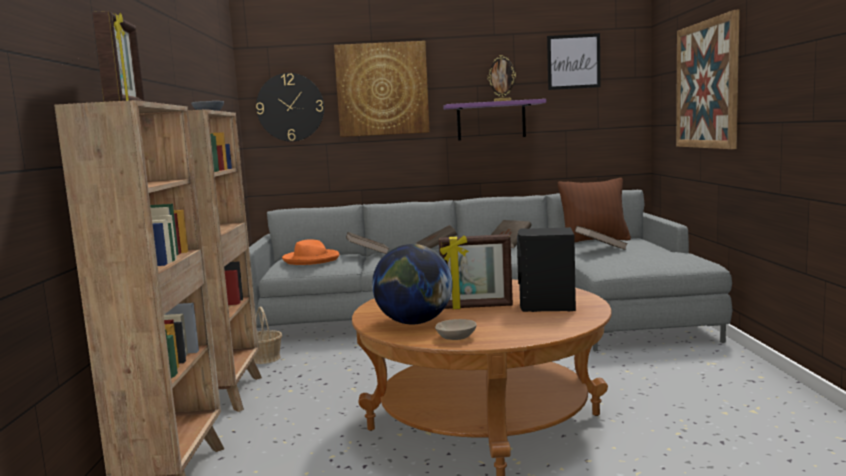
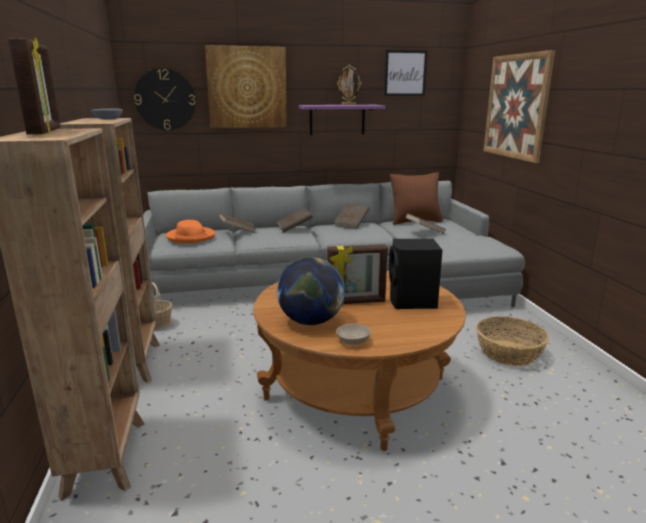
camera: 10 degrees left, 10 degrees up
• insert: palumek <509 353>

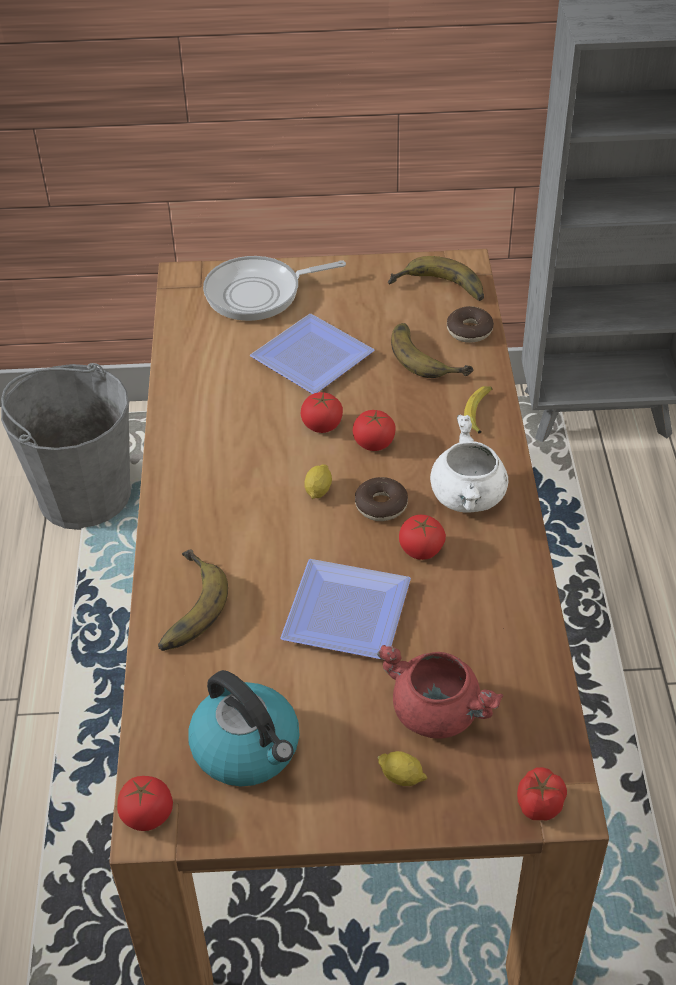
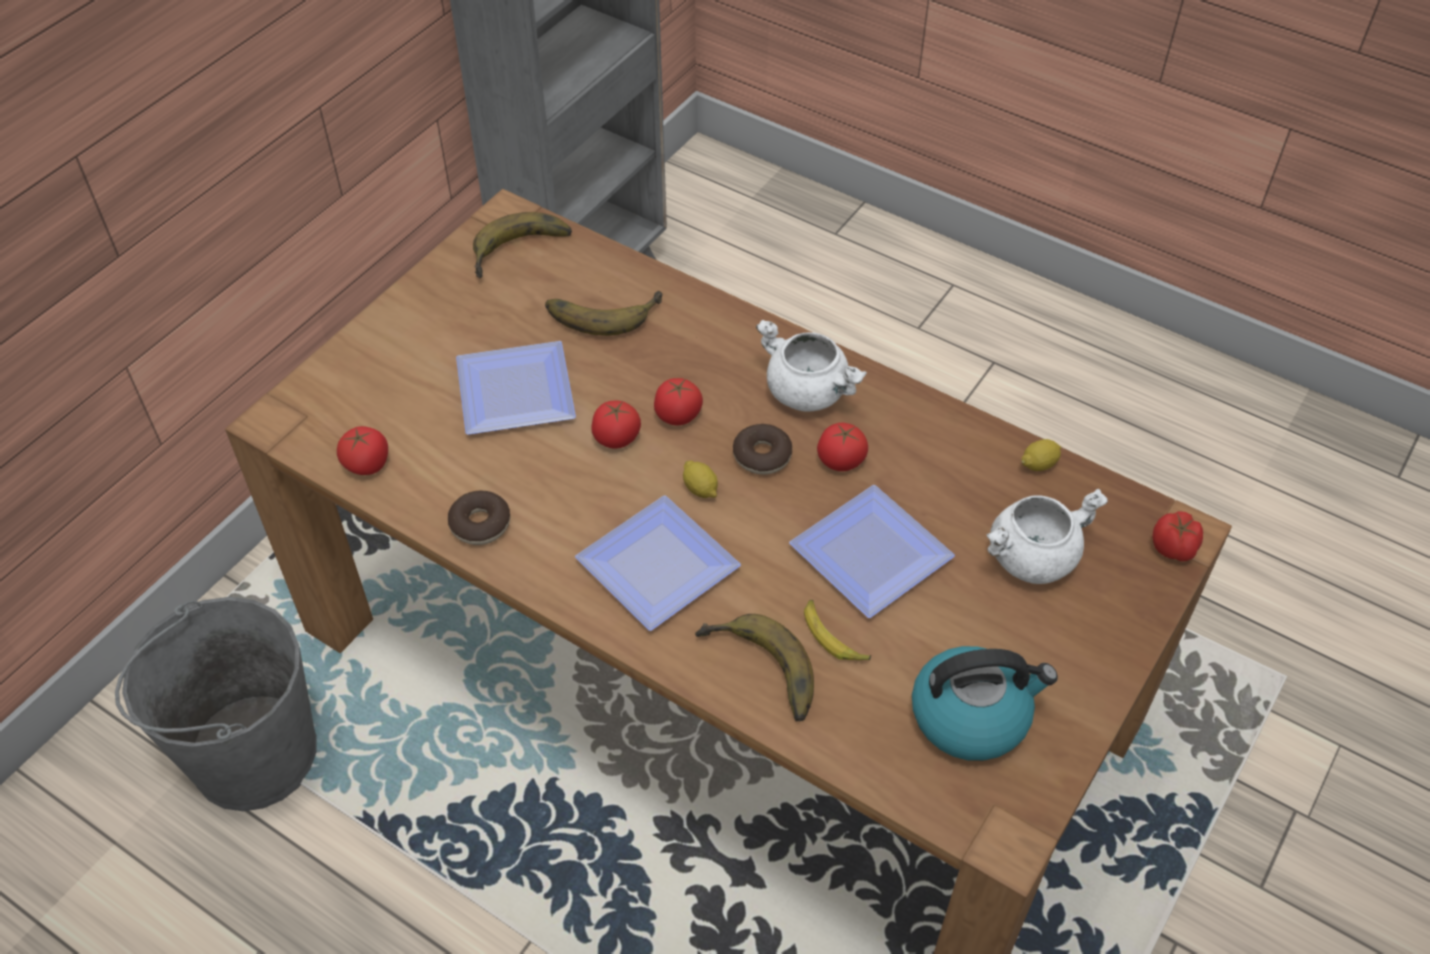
camera: 55 degrees left, 5 degrees up
• move: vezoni <147 814> to <367 464>
• move: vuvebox <469 331> to <480 524>
• insert: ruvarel <658 561>
• move: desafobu <479 412> to <833 636>
• recolor: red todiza <438 712> to white todiza <1032 556>
• move: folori <401 777> to <1039 464>
• delete: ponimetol <259 293>

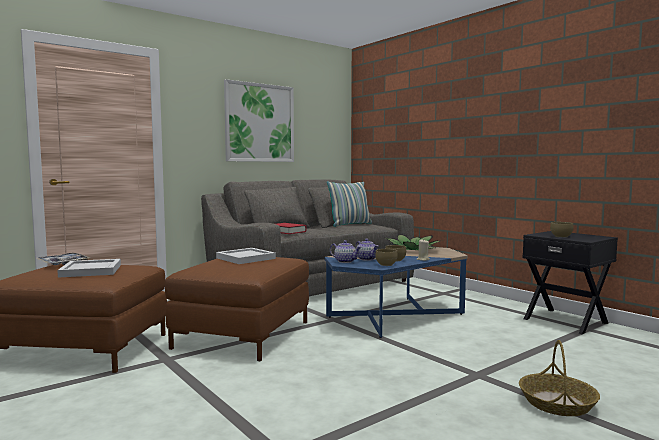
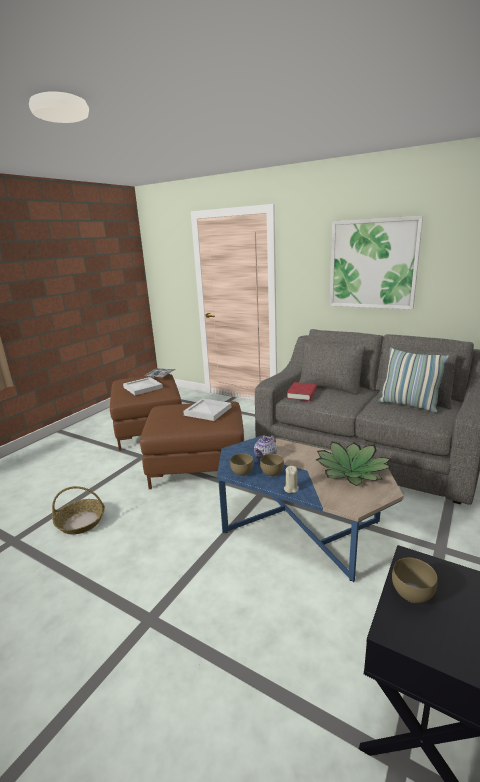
camera: 70 degrees right, 15 degrees up
• move: palumek <557 403> to <81 522>
• delete: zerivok <345 261>

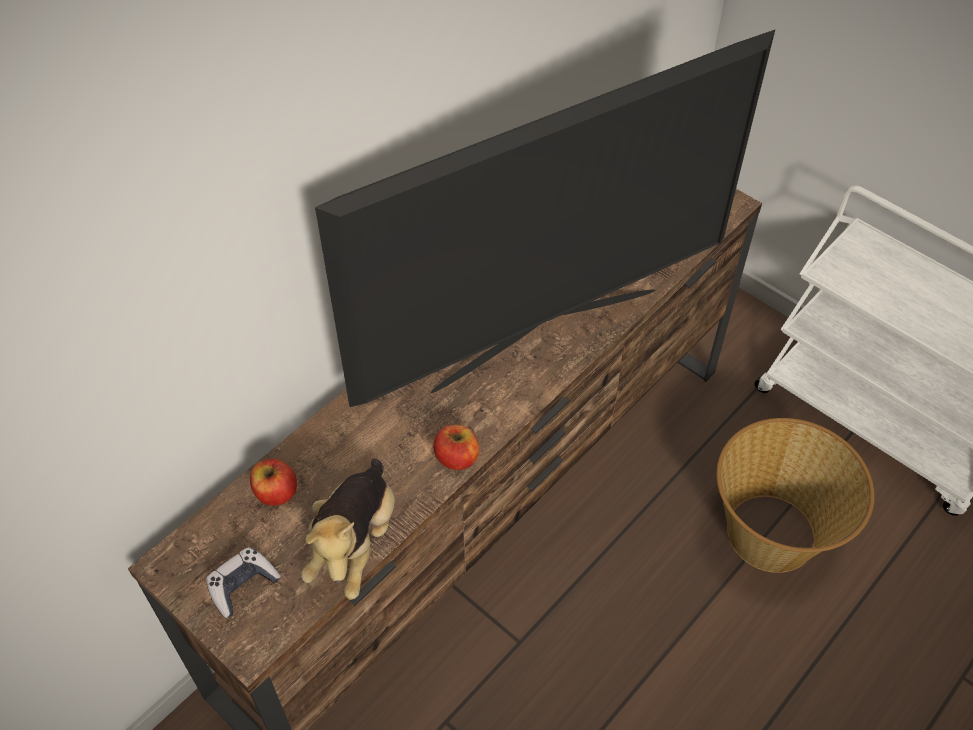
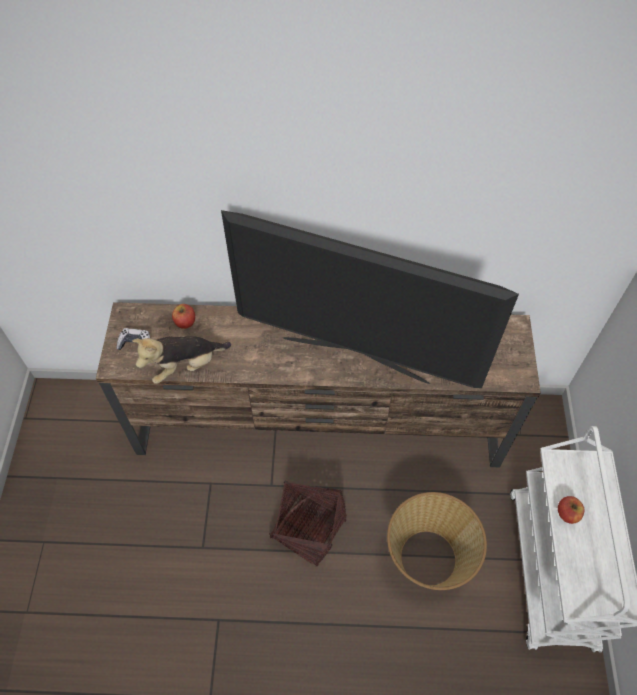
camera: 50 degrees right, 5 degrees up
• insert: palumek <308 529>
• move: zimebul <457 458> to <567 513>

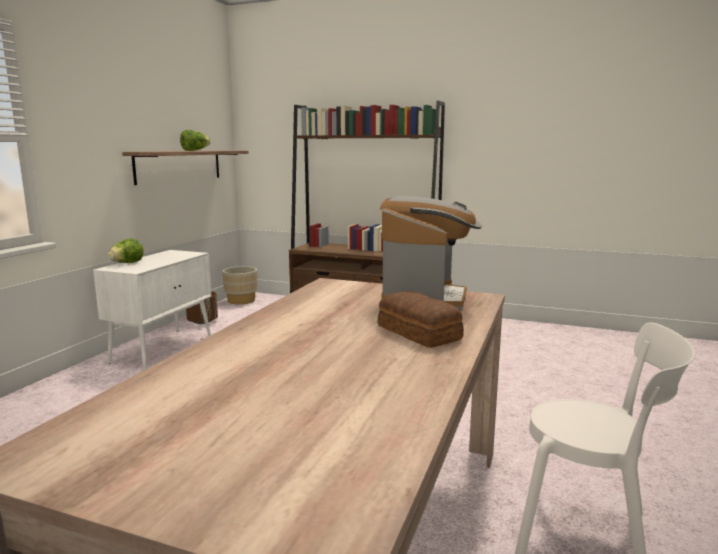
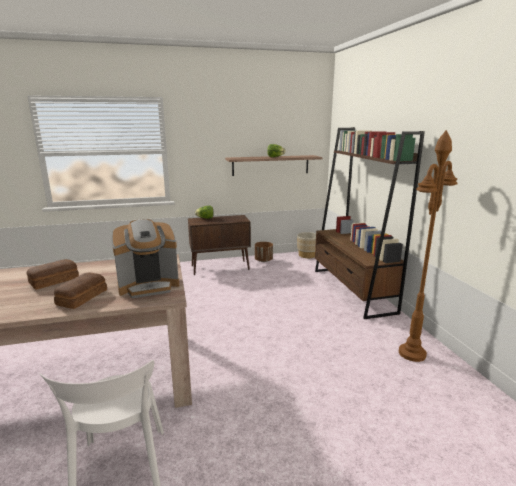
camera: 55 degrees right, 5 degrees up
• insert: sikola <53 280>
• recolor: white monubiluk <163 348> to brown monubiluk <220 267>
• insert: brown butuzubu <412 353>

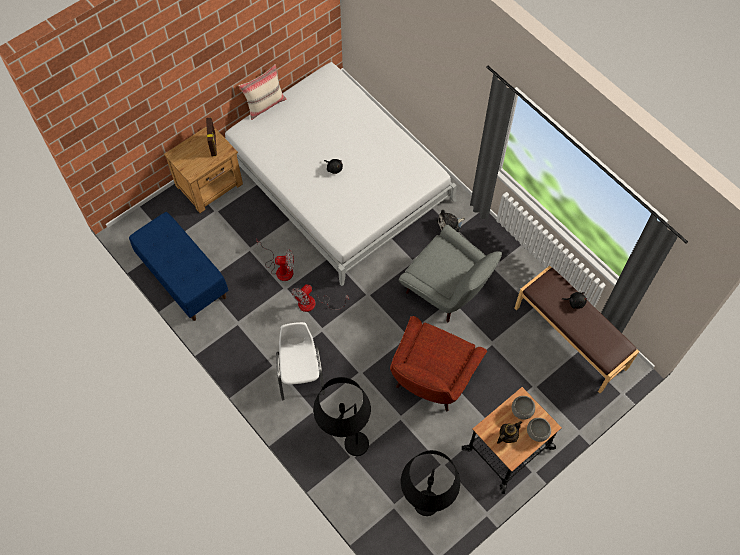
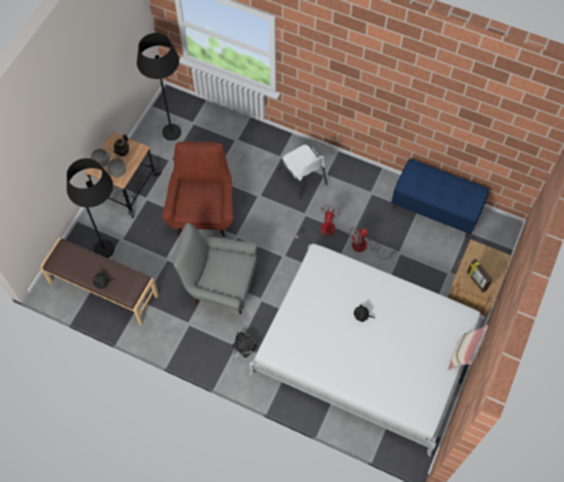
camera: 155 degrees right, 0 degrees up
• move: black butuzubu <345 452> to <110 240>

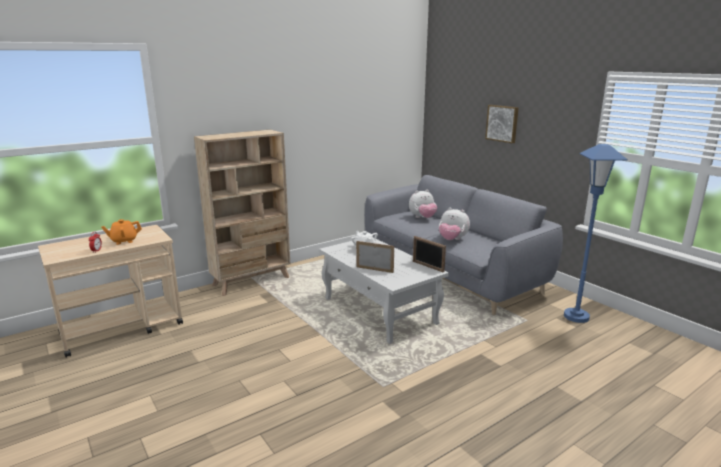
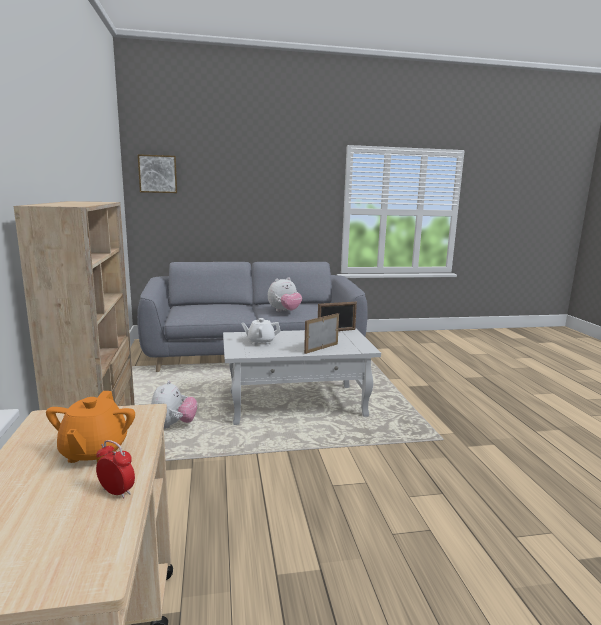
camera: 65 degrees left, 5 degrees down
• move: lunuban <502 123> to <158 174>
• move: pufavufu <422 218> to <173 425>
• delete: blue butuzubu <576 316>

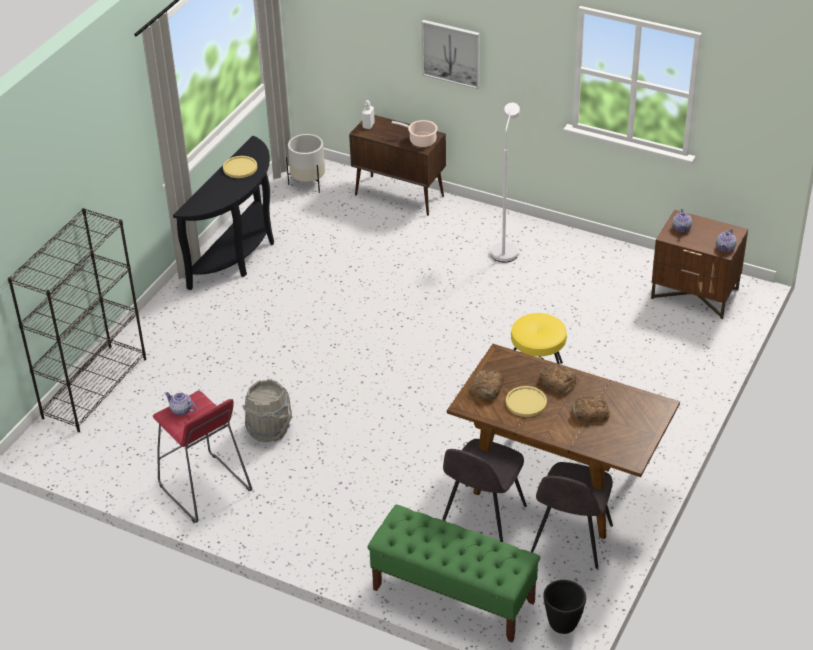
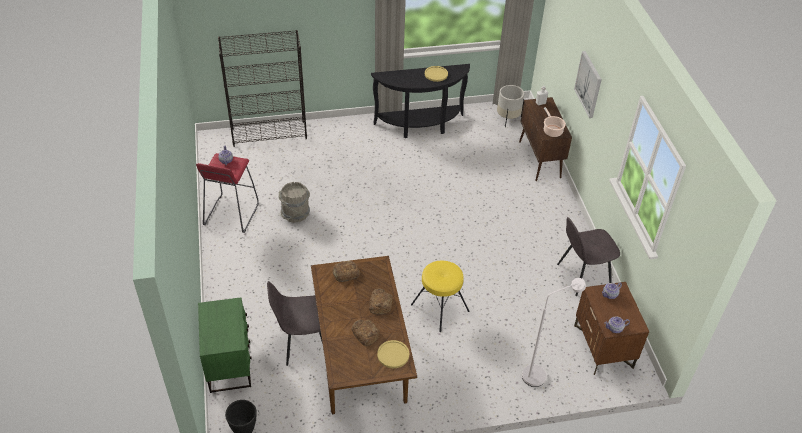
camera: 50 degrees right, 5 degrees up
• replace: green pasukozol <453 595> to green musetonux <229 363>
• move: yellow ruvarel <526 402> to <393 354>
• move: white butuzubu <505 248> to <539 374>
• move: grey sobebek <571 540> to <582 276>

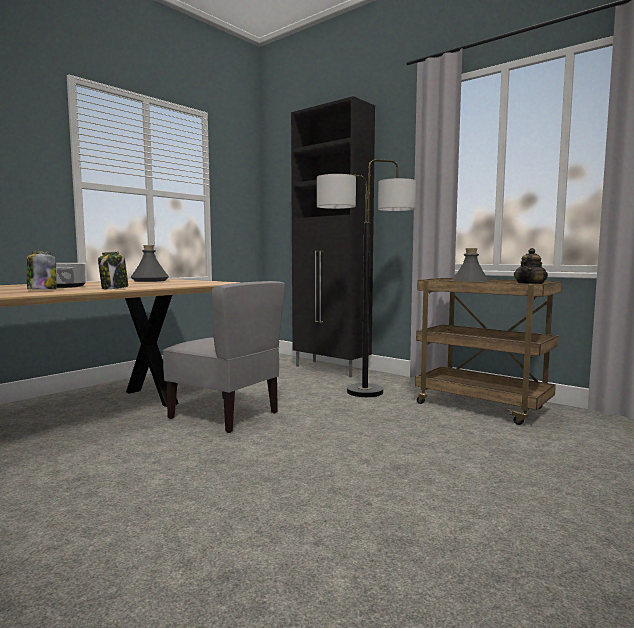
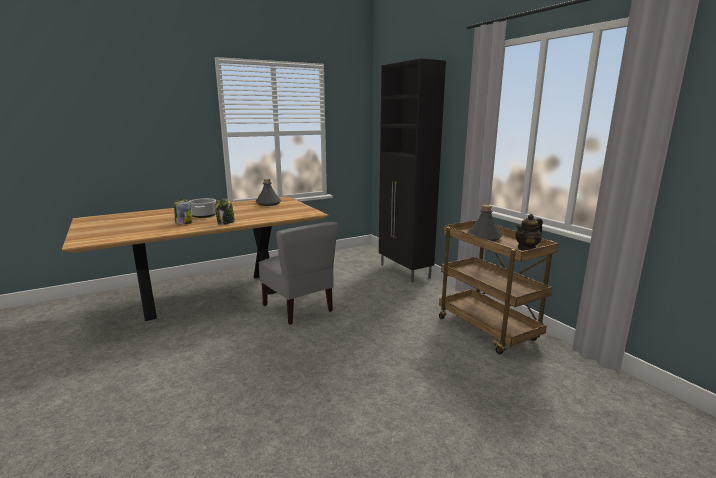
camera: 20 degrees right, 10 degrees up
• delete: butuzubu <364 392>

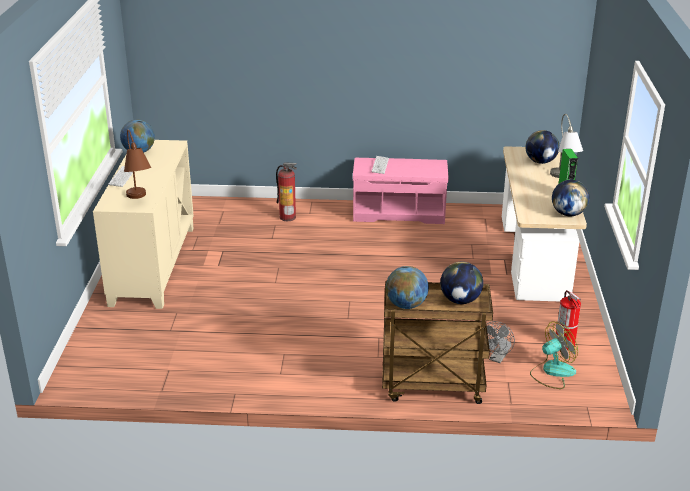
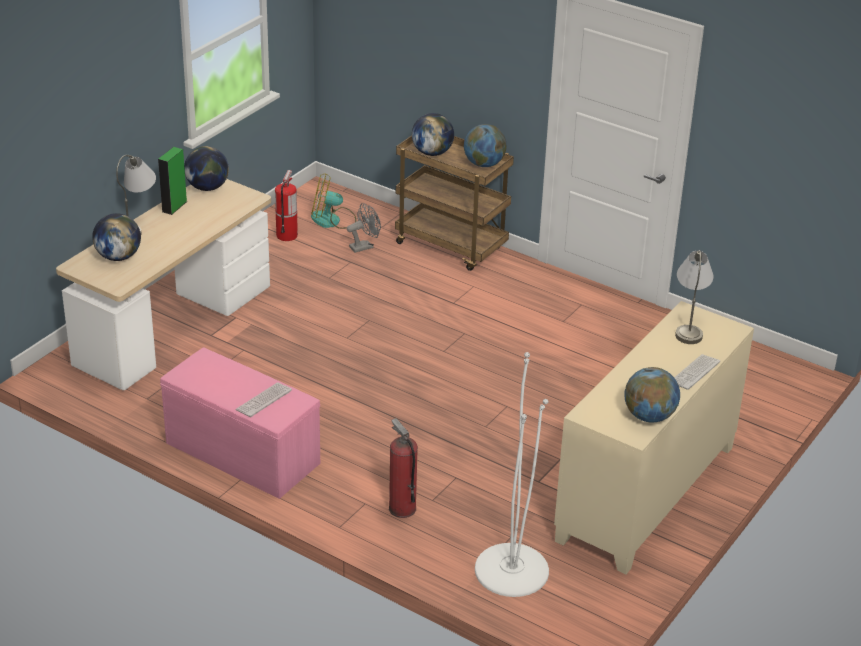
camera: 150 degrees left, 5 degrees up
• insert: white butuzubu <511 570>
• recolor: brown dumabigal <139 200> to grey dumabigal <689 325>

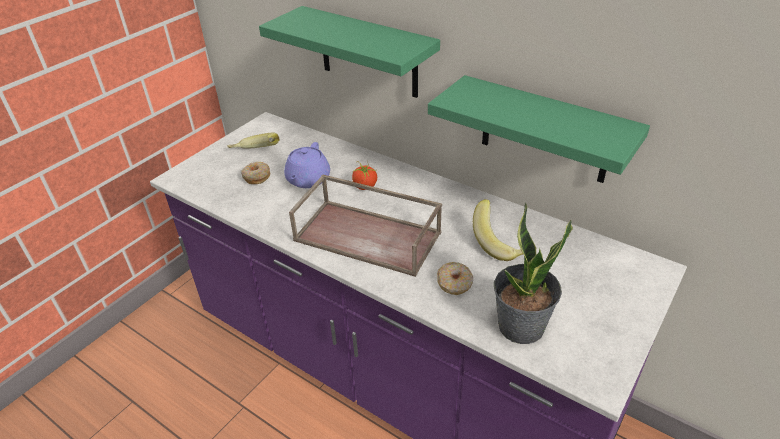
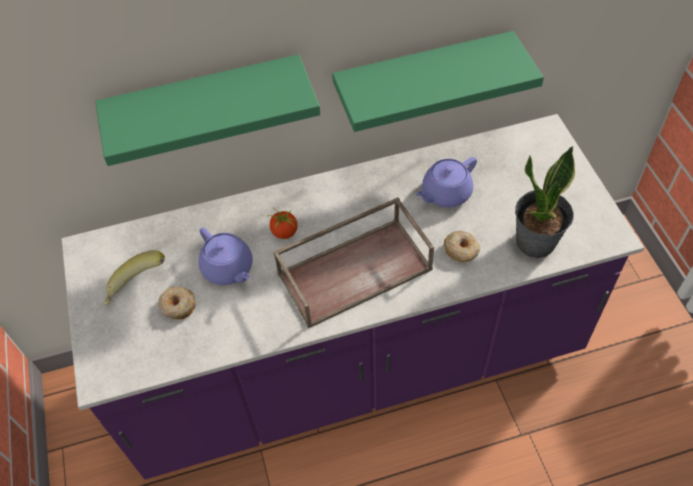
camera: 50 degrees left, 15 degrees up
• replace: desafobu <500 244> to purple zerivok <445 193>

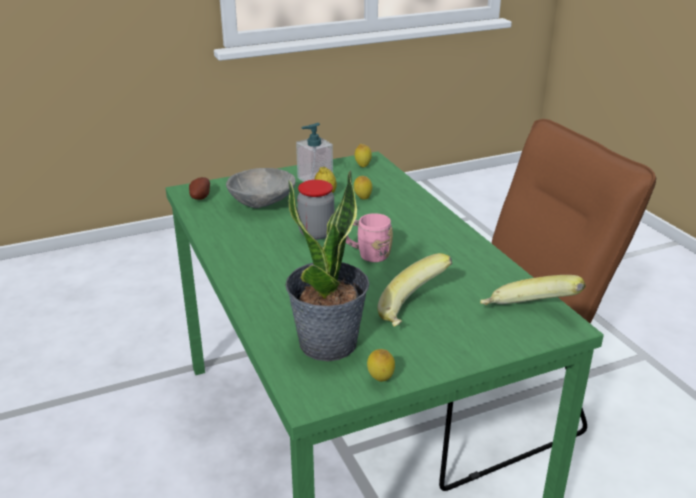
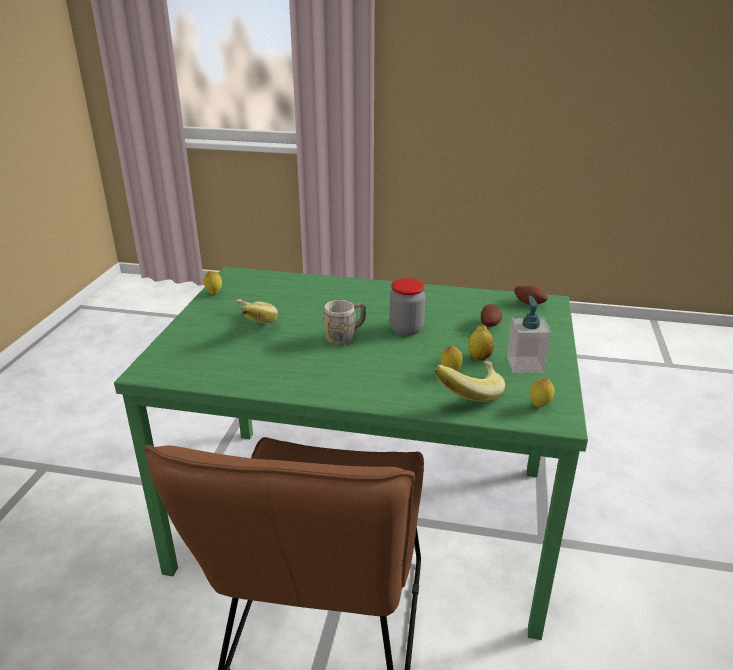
camera: 125 degrees right, 0 degrees up
• recolor: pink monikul <367 254> to grey monikul <345 337>
• move: desafobu <527 314> to <468 393>
• replace: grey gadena <263 203> to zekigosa <490 324>
• delete: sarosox <328 344>

